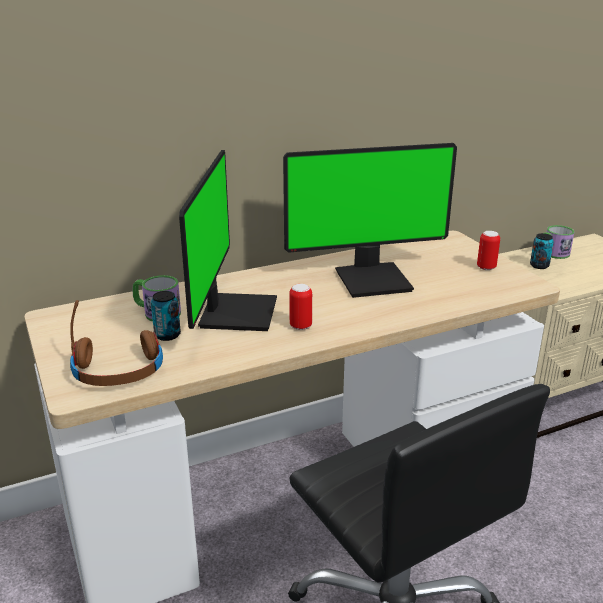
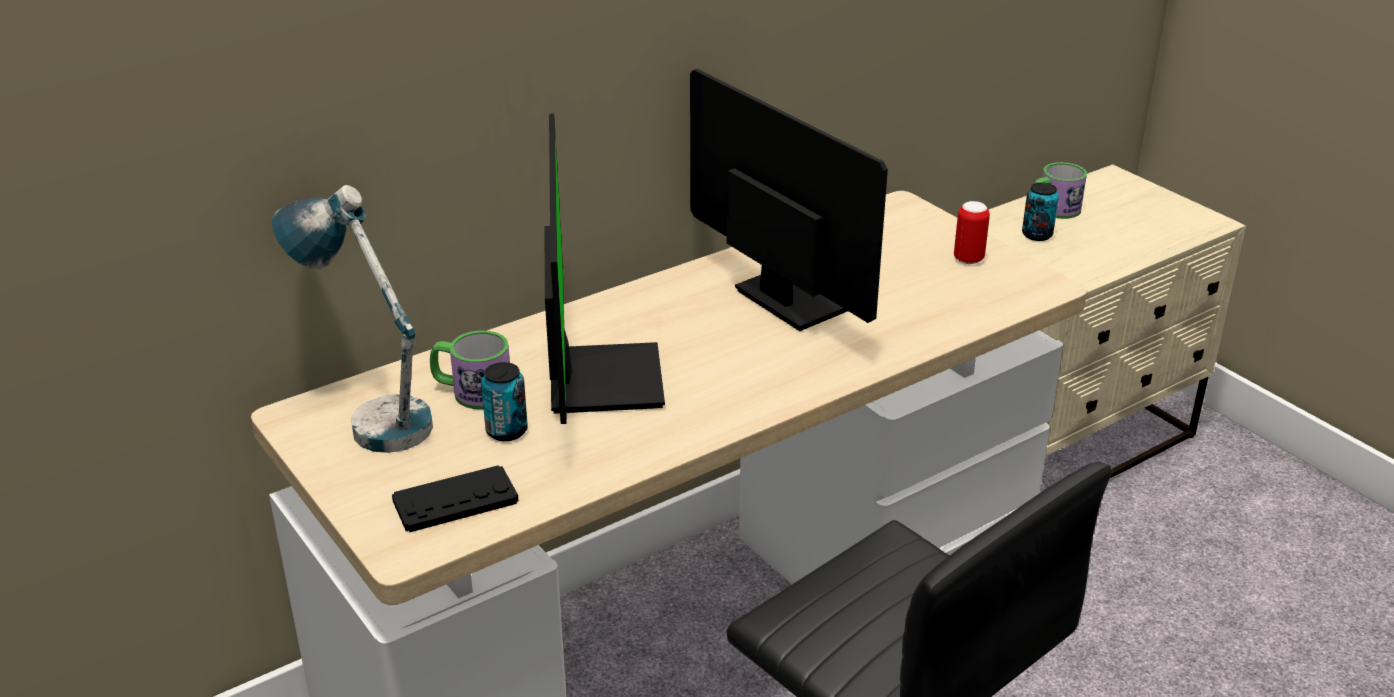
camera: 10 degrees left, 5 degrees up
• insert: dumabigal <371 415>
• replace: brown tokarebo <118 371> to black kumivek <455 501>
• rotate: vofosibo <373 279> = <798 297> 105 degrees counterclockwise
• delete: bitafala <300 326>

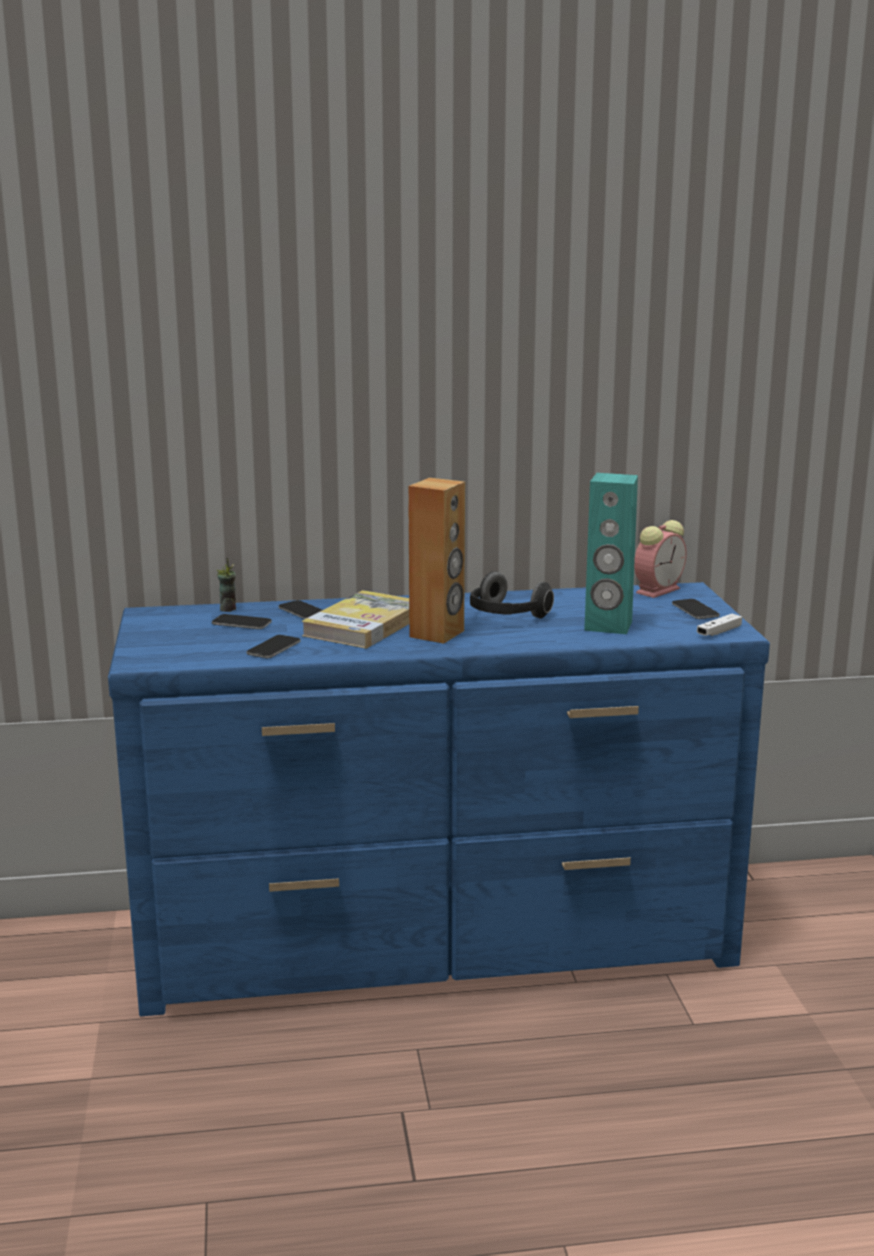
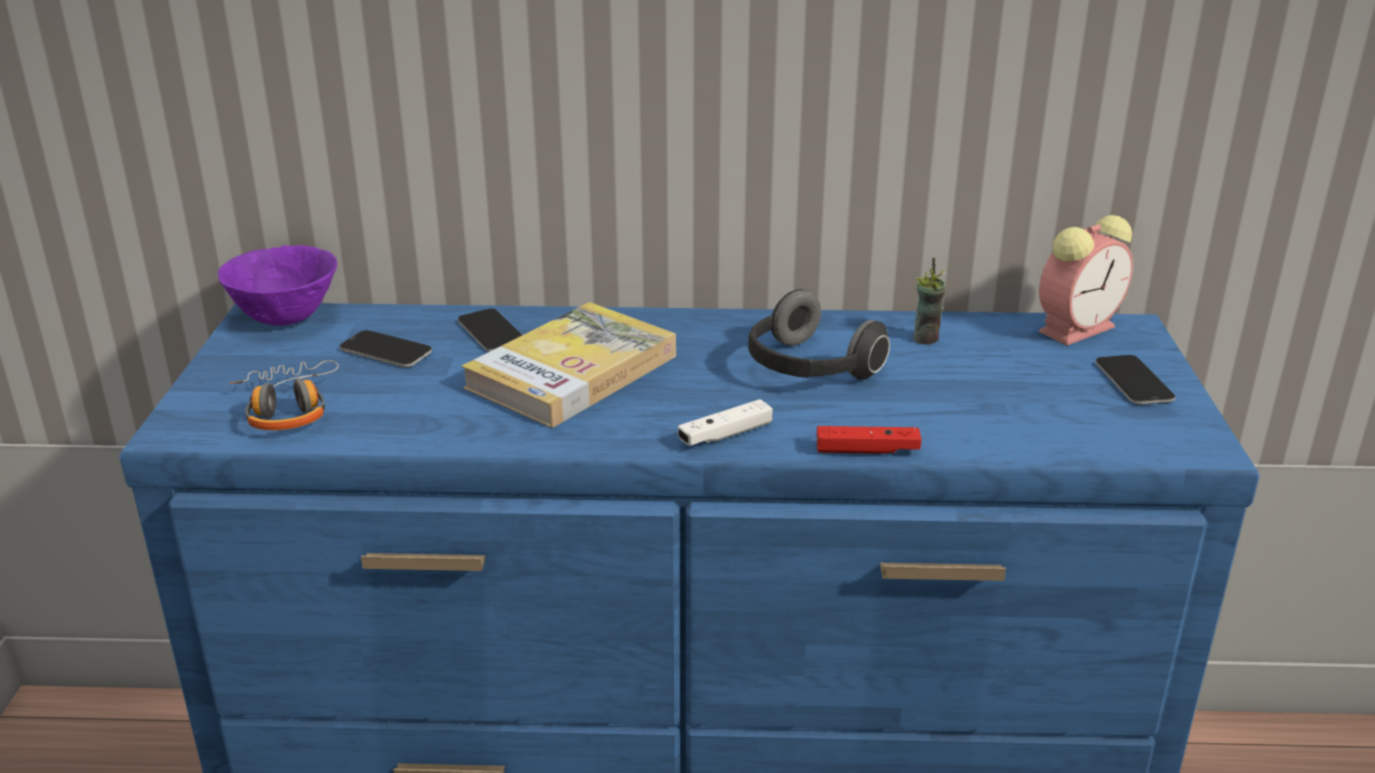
camera: 10 degrees right, 10 degrees up
• insert: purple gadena <287 318>
• insert: tokarebo <288 408>
• move: white kumivek <719 632> to <725 434>
• insert: red kumivek <867 450>
• move: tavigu <228 609> to <926 338>
• delete: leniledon <273 648>
• delete: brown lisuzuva <437 634>
• delete: turquoise lisuzuva <608 626>

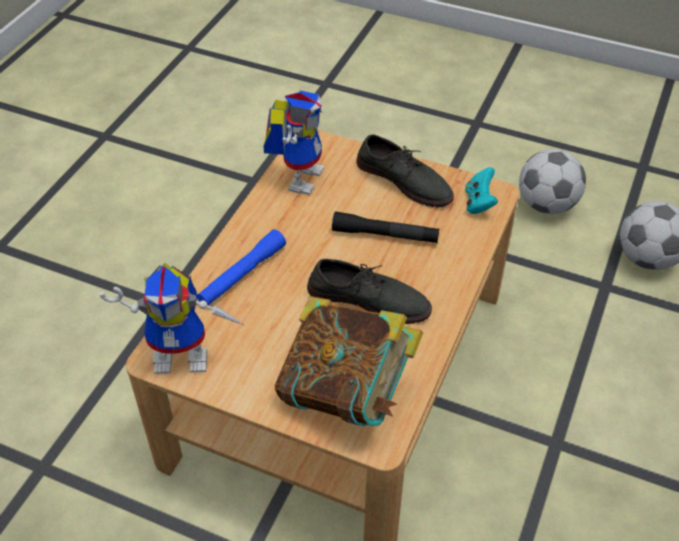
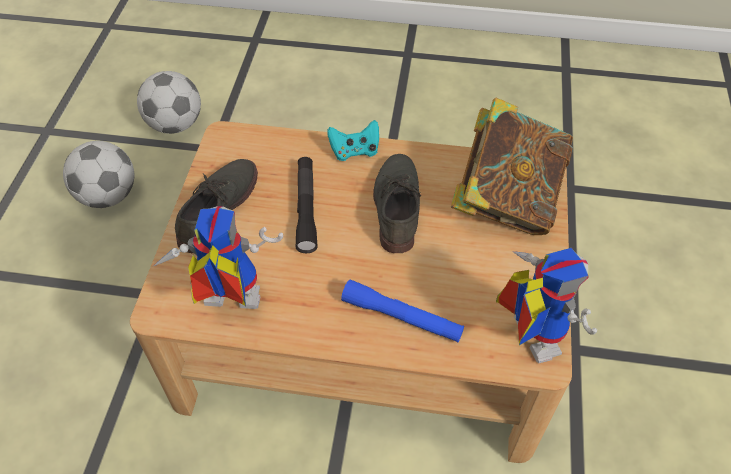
camera: 105 degrees left, 5 degrees up
• move: turquoise kumivek <479 202> to <355 151>

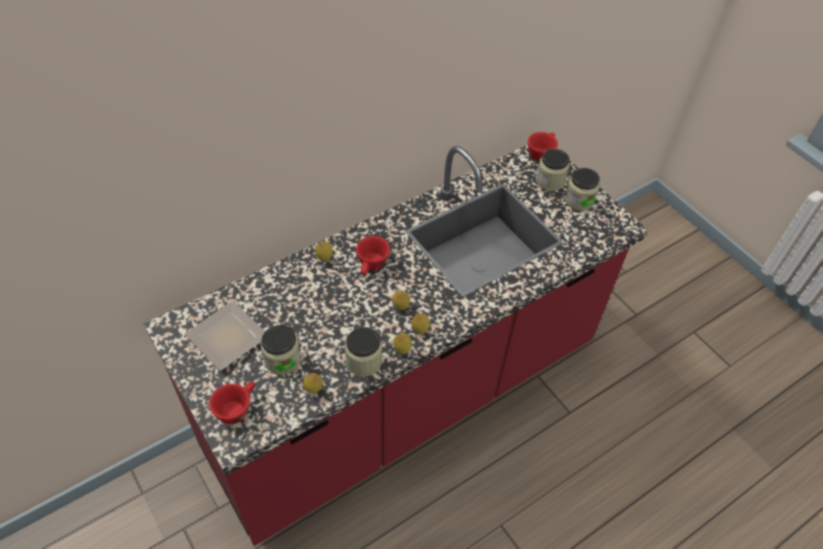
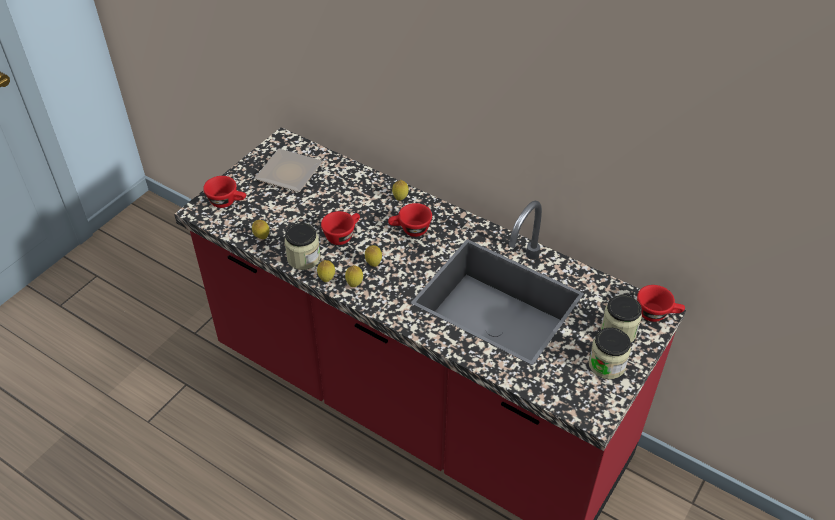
camera: 70 degrees right, 5 degrees down
• insert: red tavigu <342 235>
• delete: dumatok <282 359>

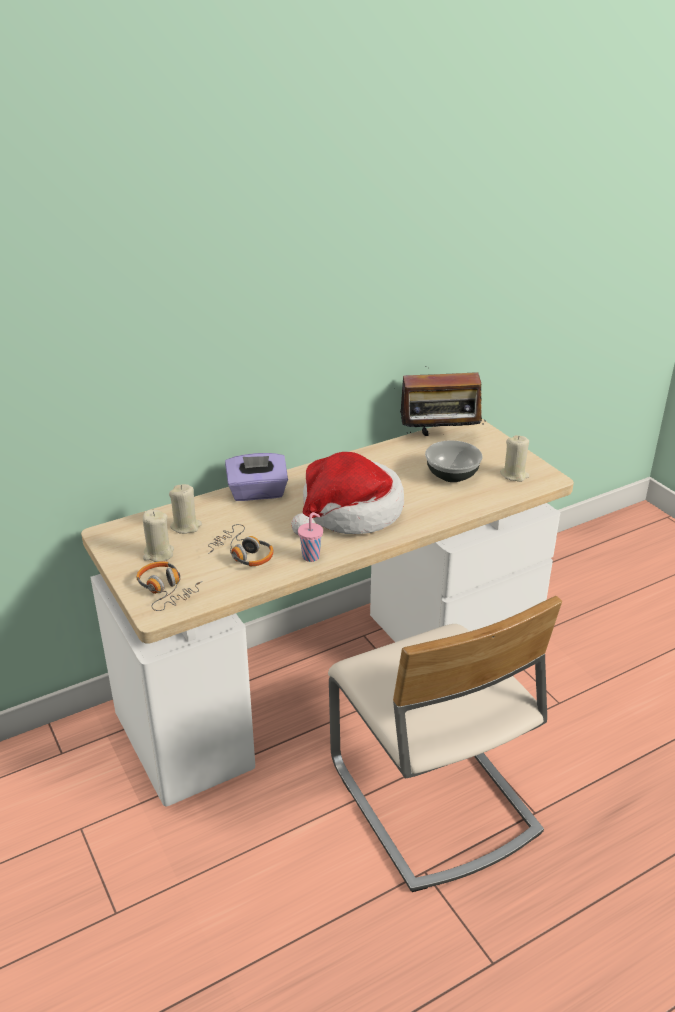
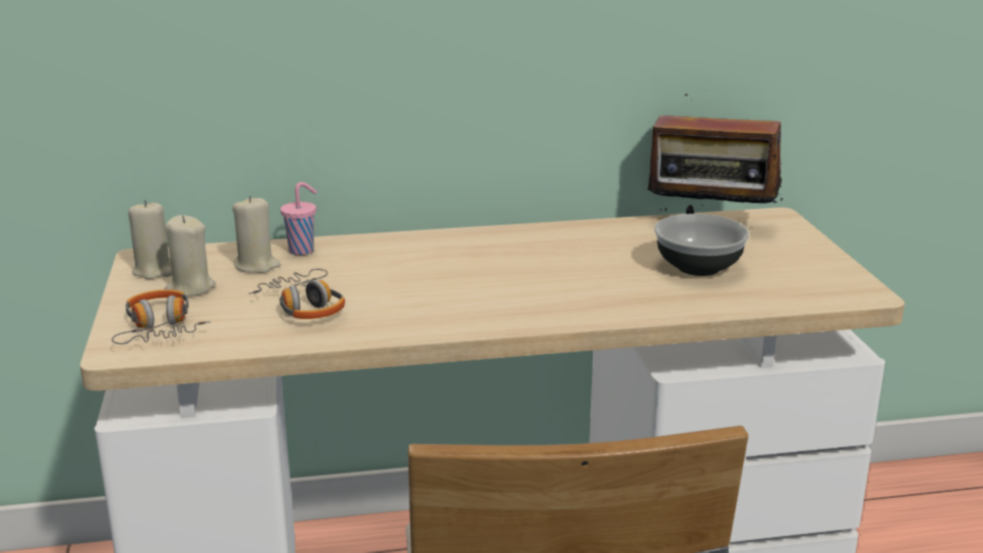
camera: 20 degrees right, 10 degrees down
• move: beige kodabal <514 475> to <154 270>
• move: pink tavigu <311 556> to <303 250>
• delete: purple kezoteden <257 493>
• delete: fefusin <350 512>

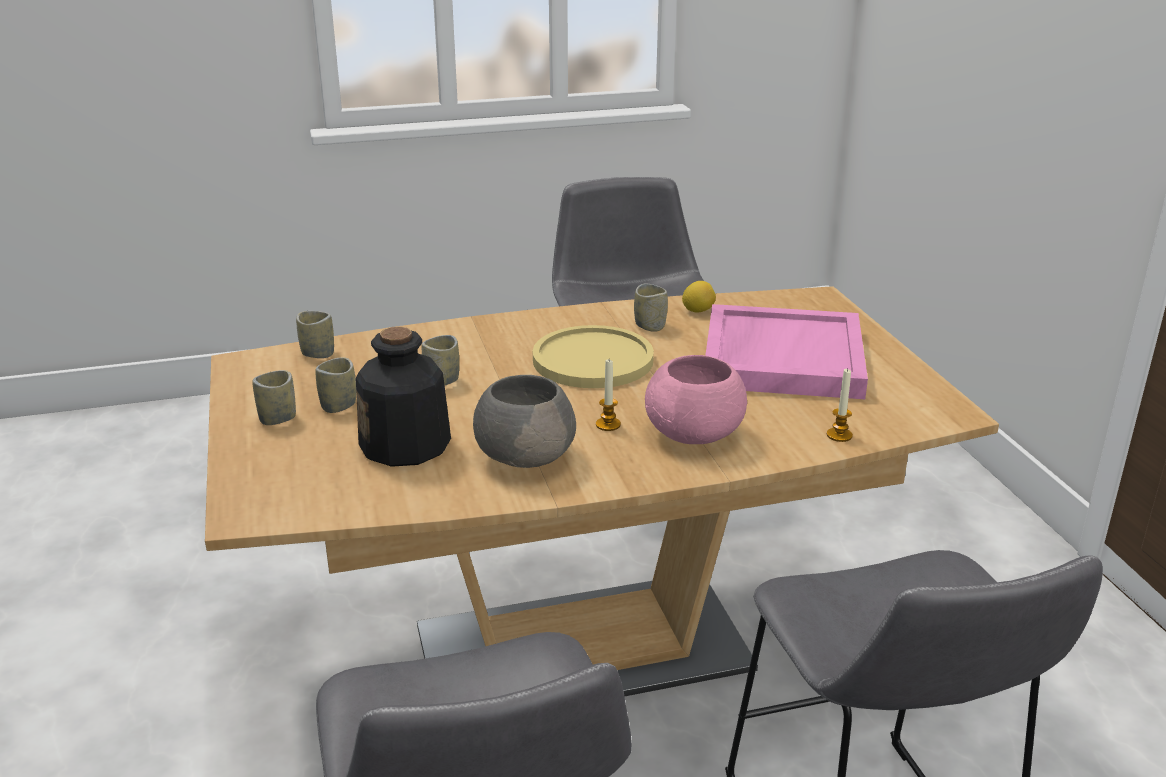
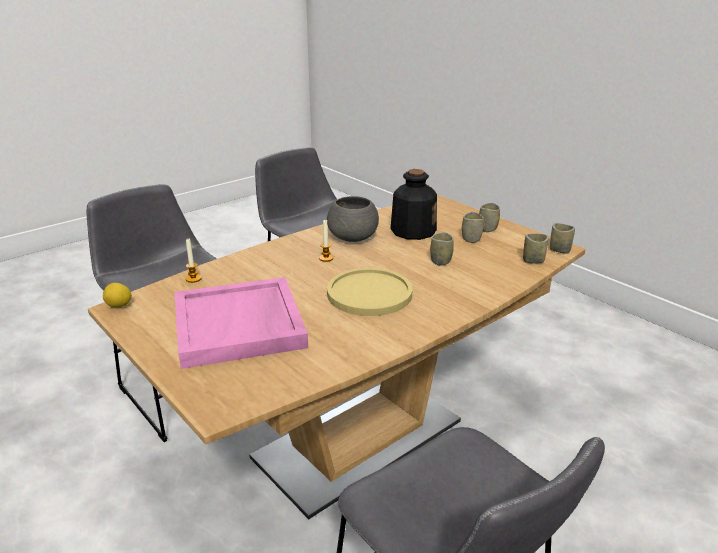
camera: 155 degrees right, 0 degrees up
• move: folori <698 311> to <119 306>
• move: tavigu <650 326> to <559 250>
• delete: pink gadena <696 434>

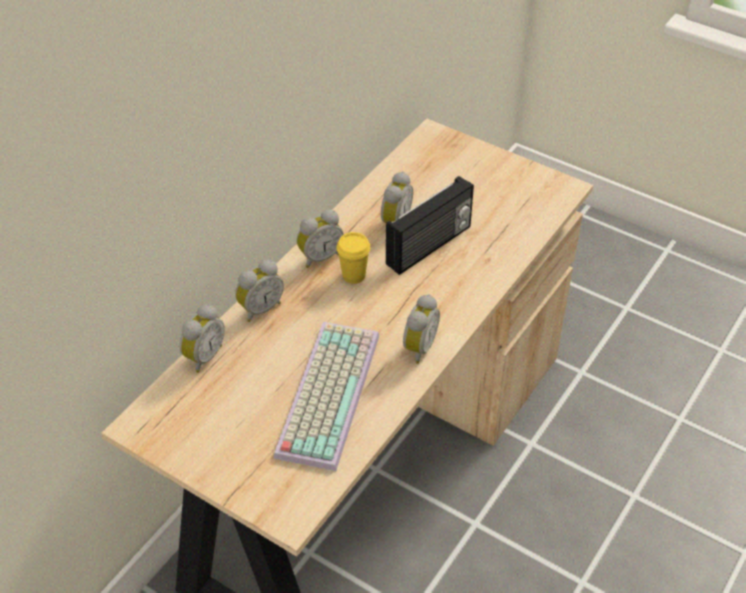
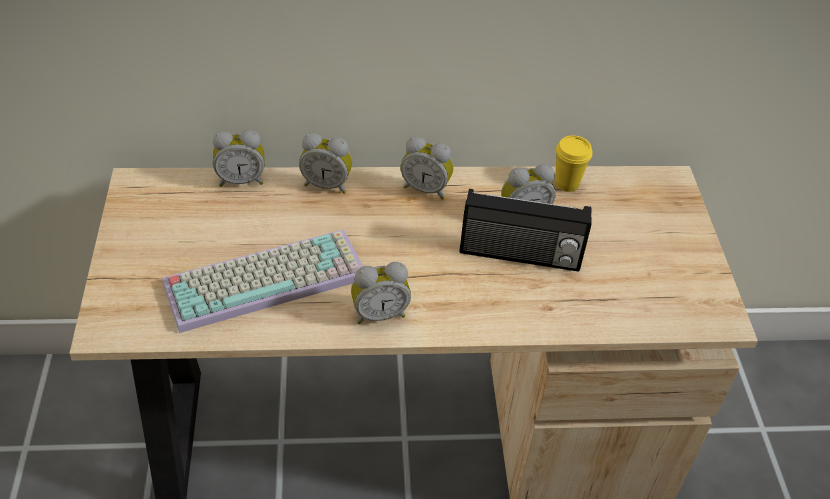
camera: 50 degrees right, 0 degrees up
• move: yellow tavigu <353 275> to <566 183>

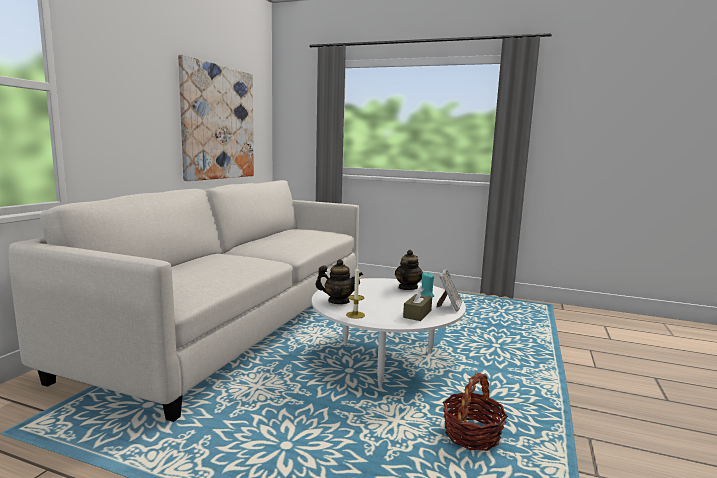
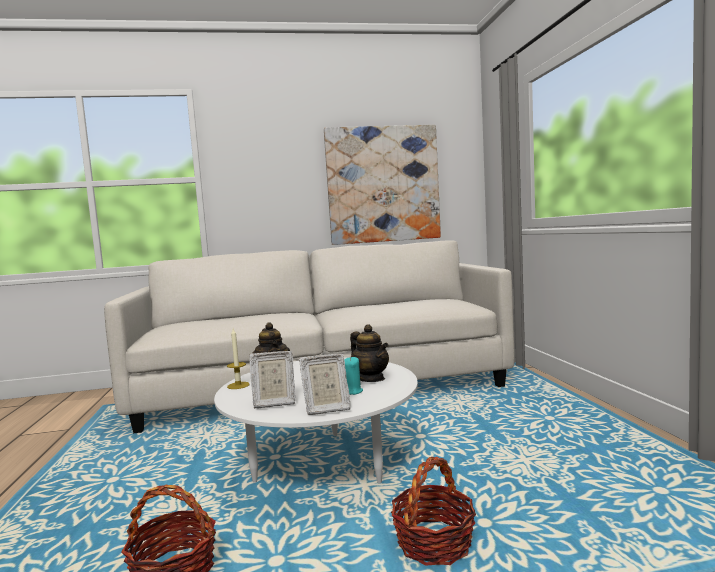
camera: 60 degrees right, 5 degrees down
• replace: brown kezoteden <417 314> to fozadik <274 403>
• rotate: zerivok <407 288> = <371 379> 60 degrees clockwise
• insert: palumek <434 543>

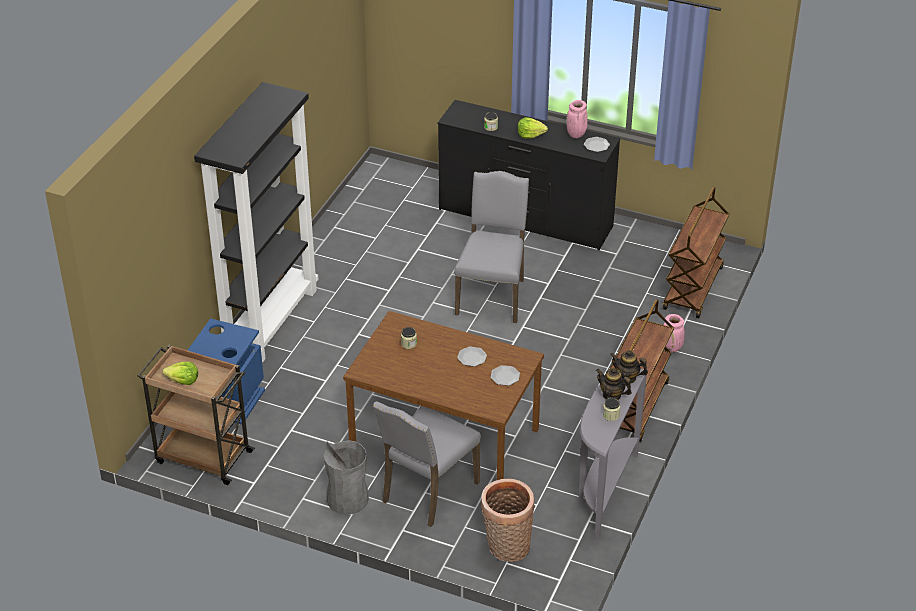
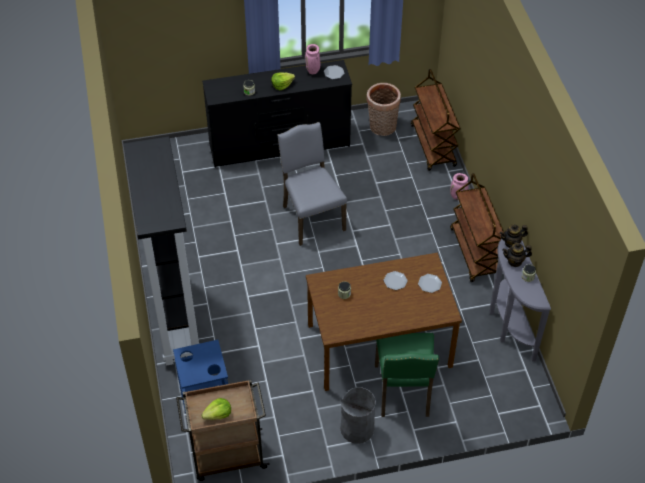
camera: 35 degrees left, 10 degrees up
• move: palumek <506 547> to <382 128>
• recolor: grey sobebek <427 492> to green sobebek <403 391>

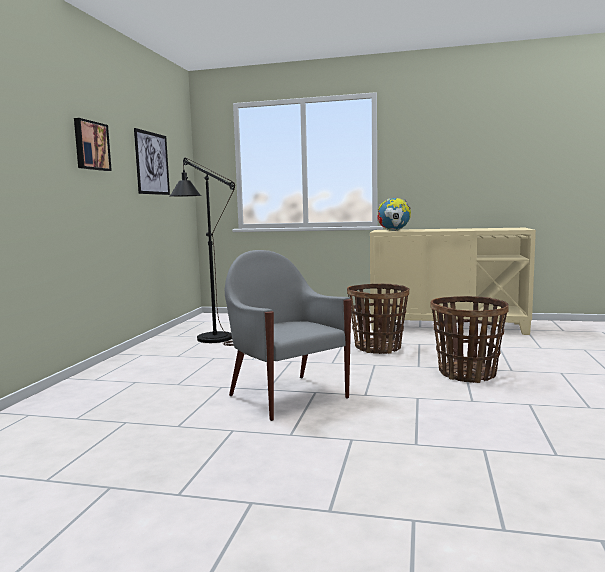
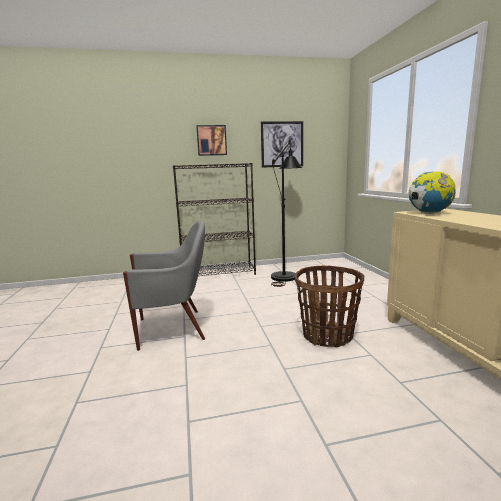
camera: 65 degrees right, 5 degrees up
• rotate: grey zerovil <287 396> = <173 329> 45 degrees clockwise
• insert: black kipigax <219 273>
• delete: palumek <467 374>

